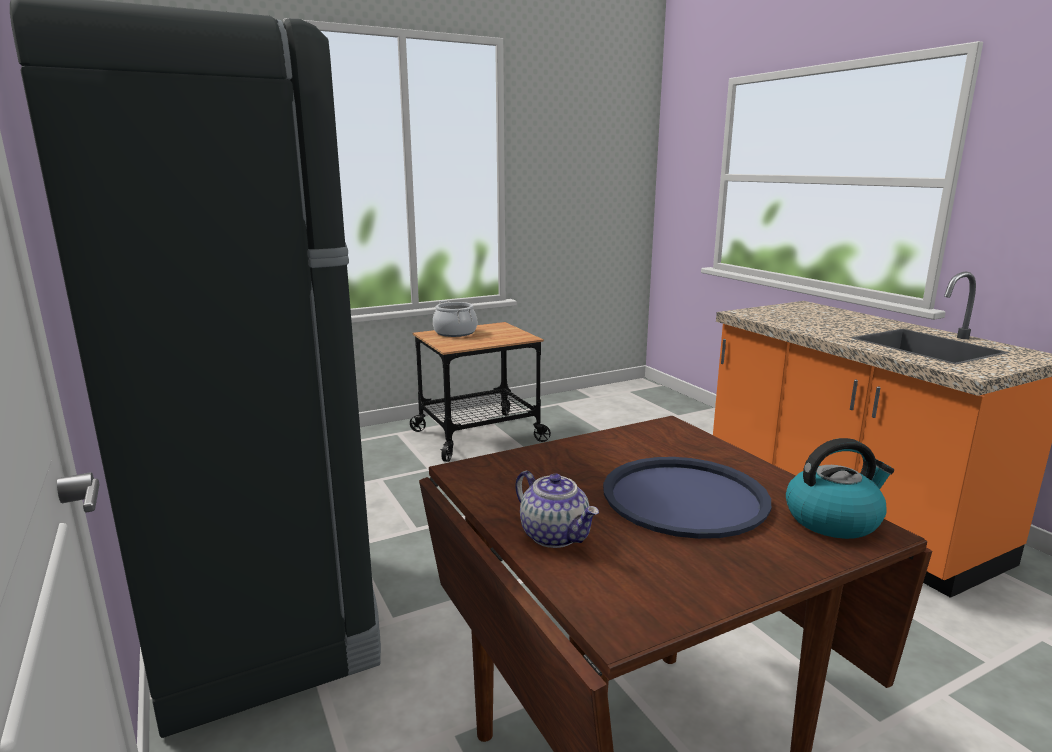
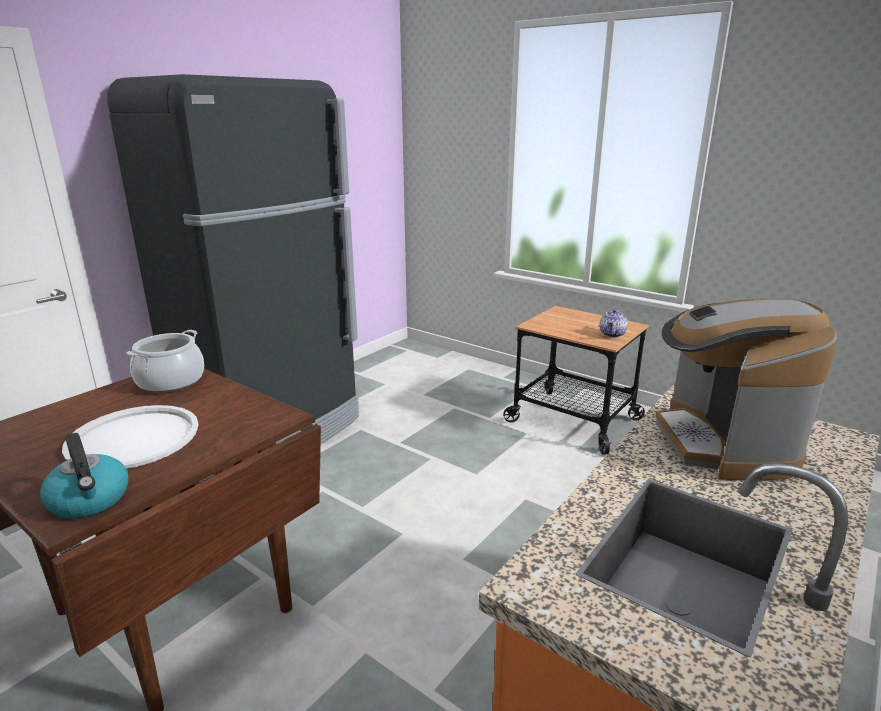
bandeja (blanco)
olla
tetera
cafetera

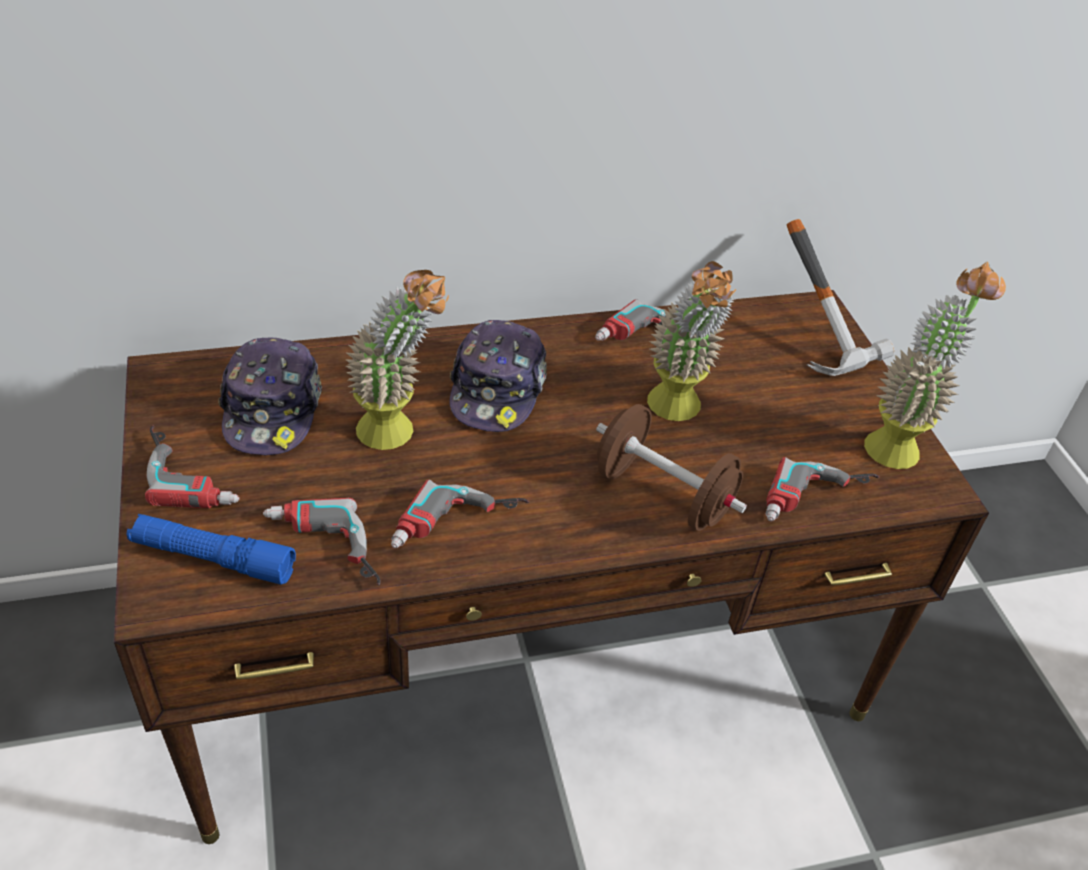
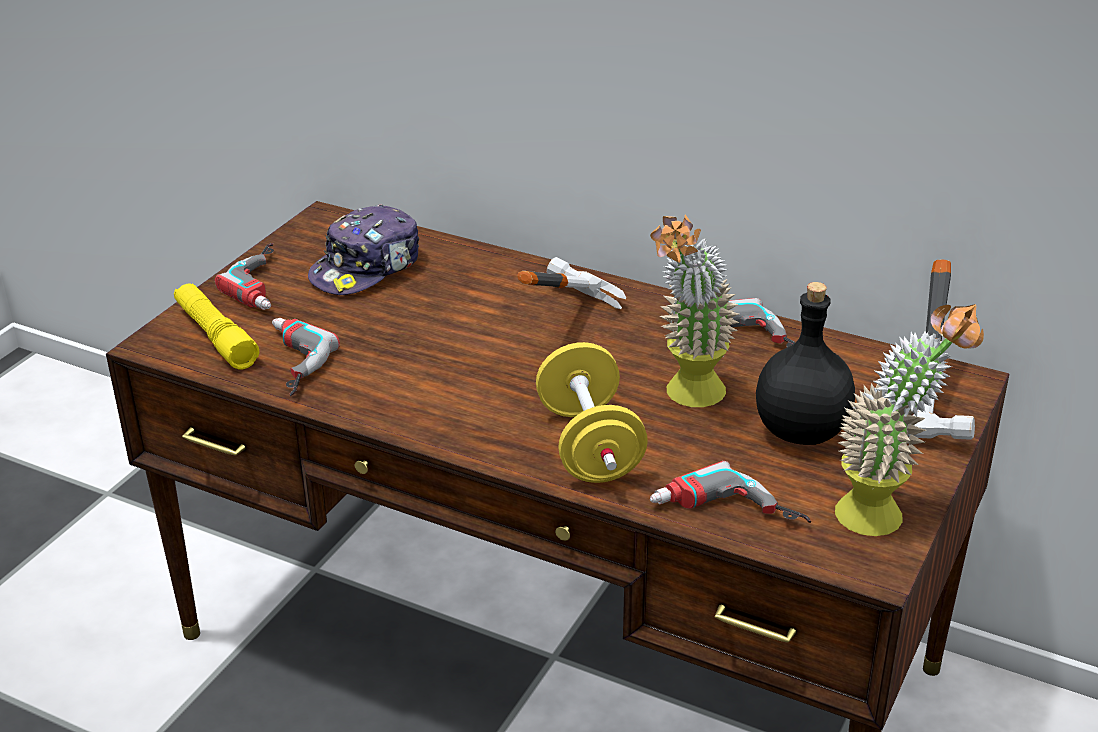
linterna (amarillo)
martillo (1st from left)
mancuerna (amarillo)
botella (negro)
planta en maceta (1st from left in the first image)
taladro (3rd from left in the first image)

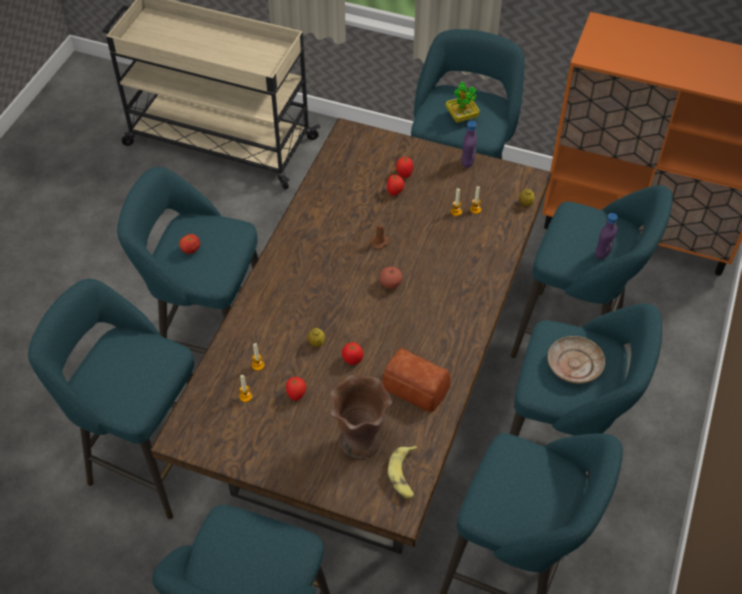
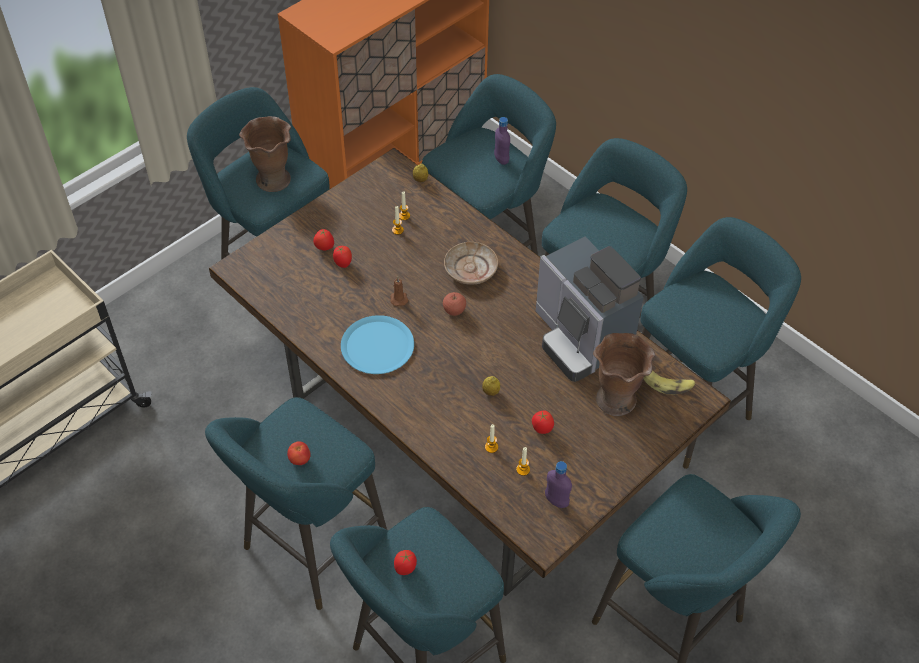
florero (marrón) (1st from left)
plato (azul)
tomate (4th from left)
plato (beis)
cafetera
botella (morado) (2nd from left)

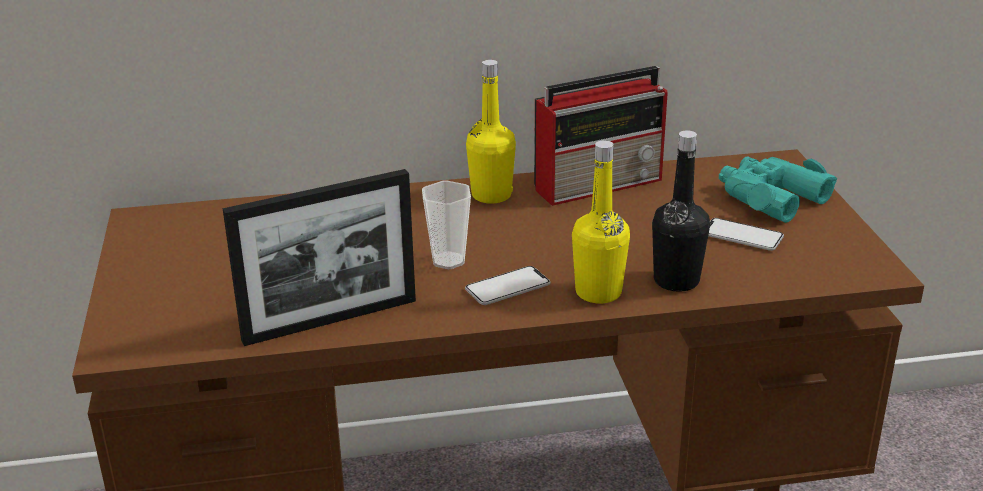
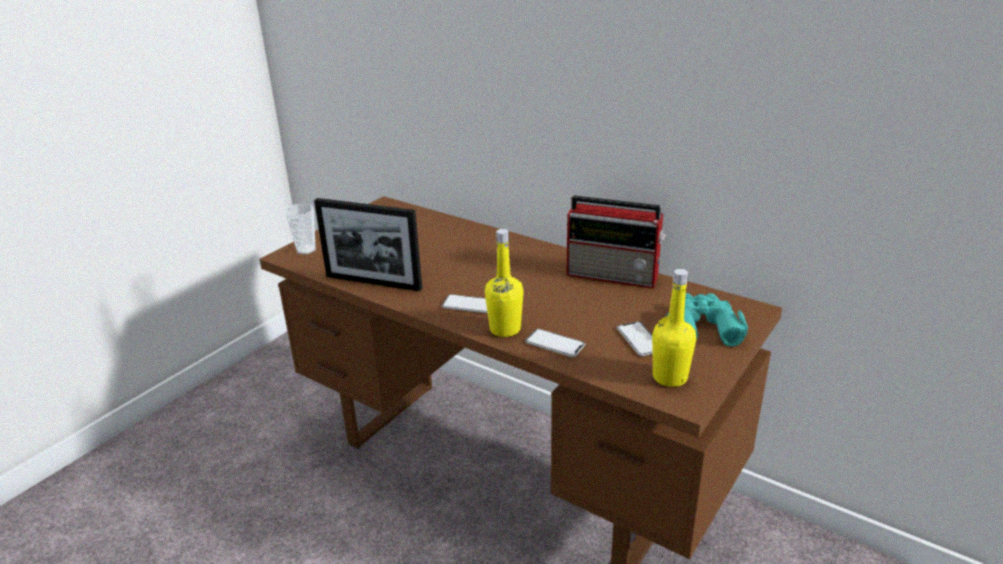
taza
móvil (2nd from left)
botella (amarillo) (2nd from left)

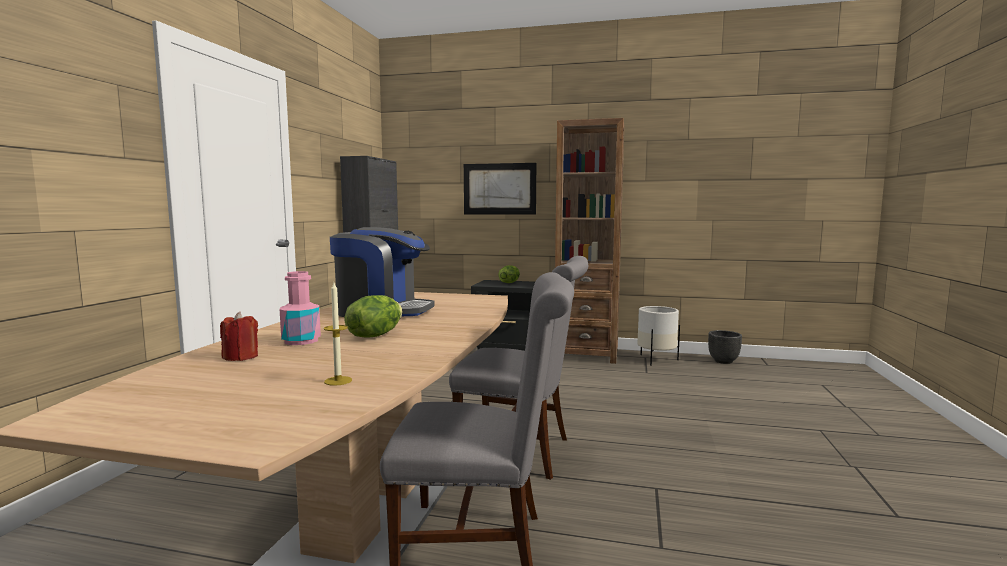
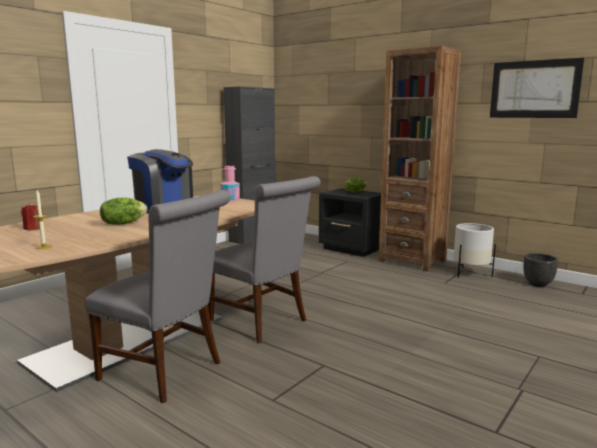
botella (rosa)
cuadro

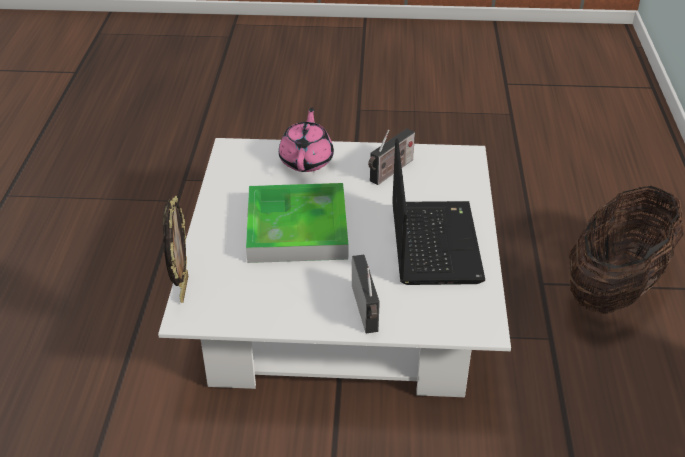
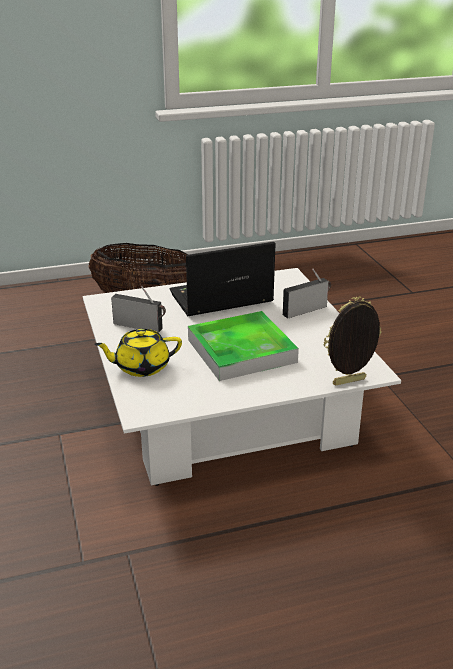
tetera (amarillo)

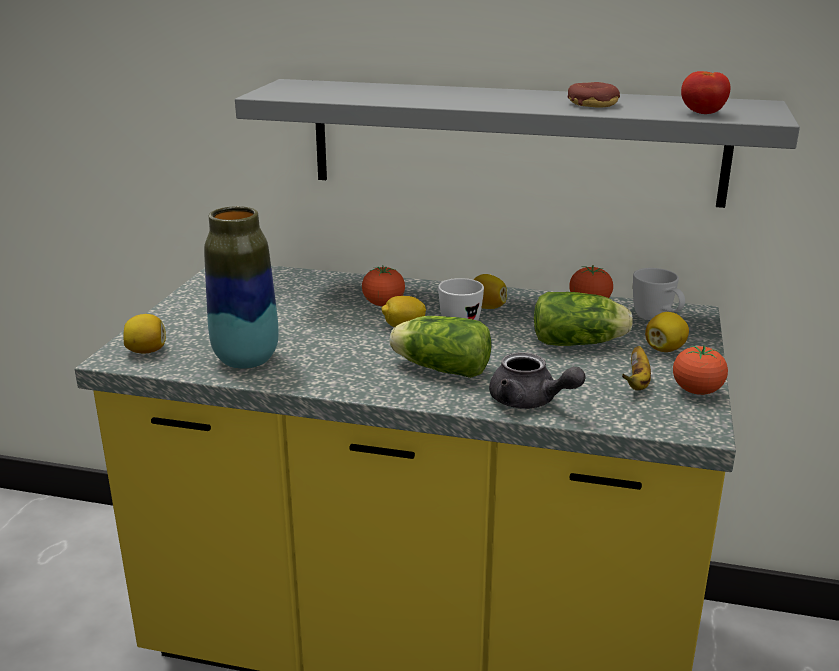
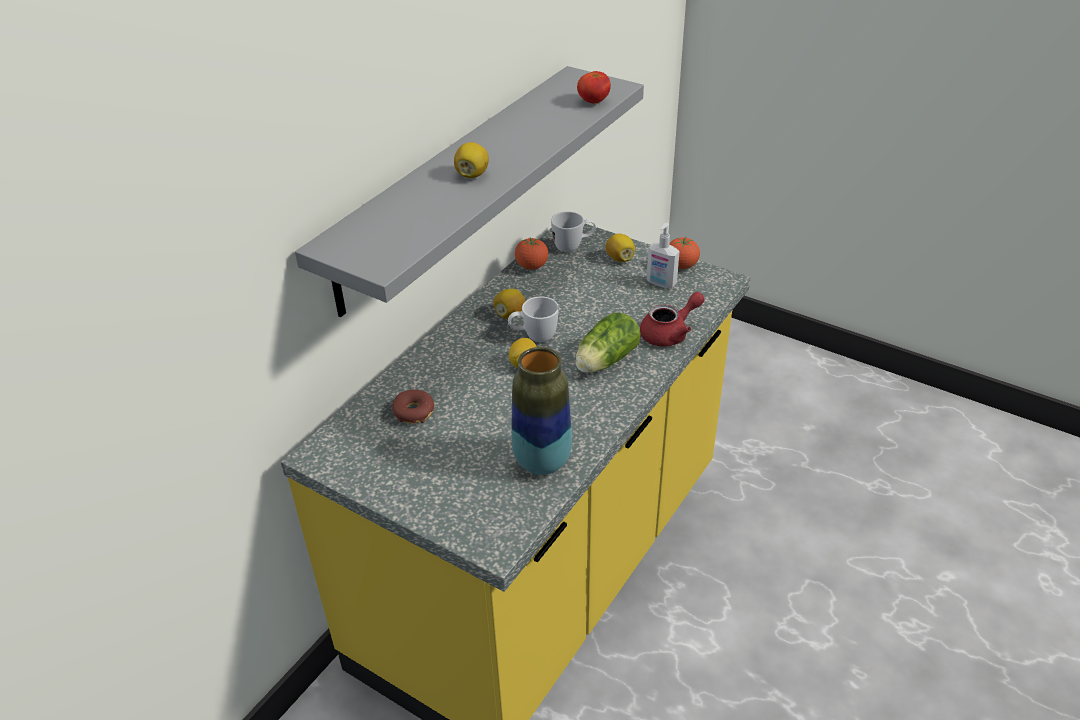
rosquilla
limón (1st from left)
tetera (rojo)
dispensador de jabón
tomate (1st from left in the first image)
lechuga (2nd from left in the first image)

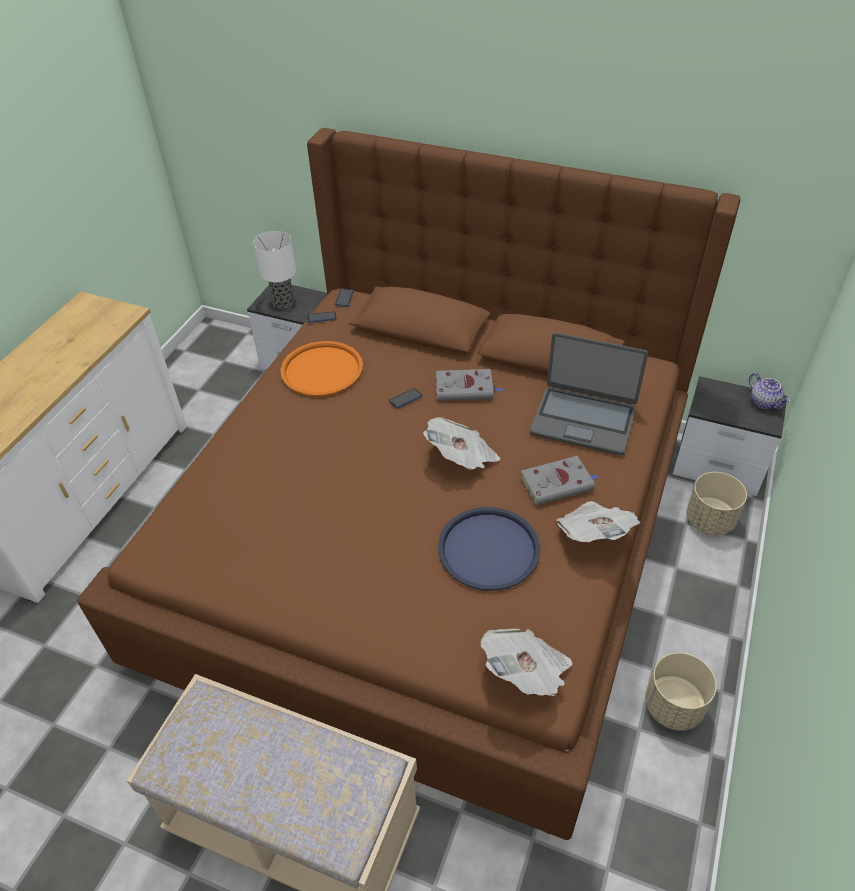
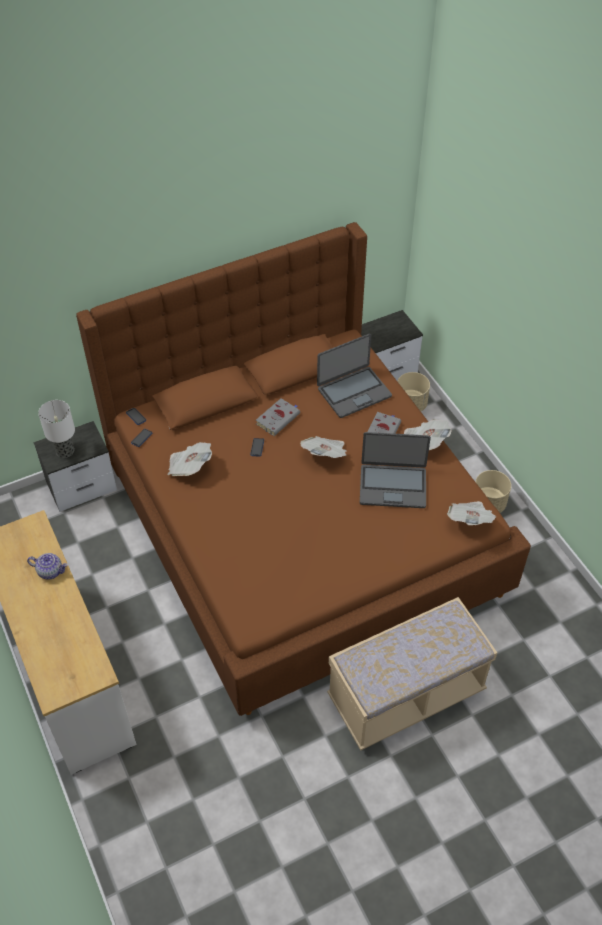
tetera
periódico (1st from left)
portátil (2nd from left)

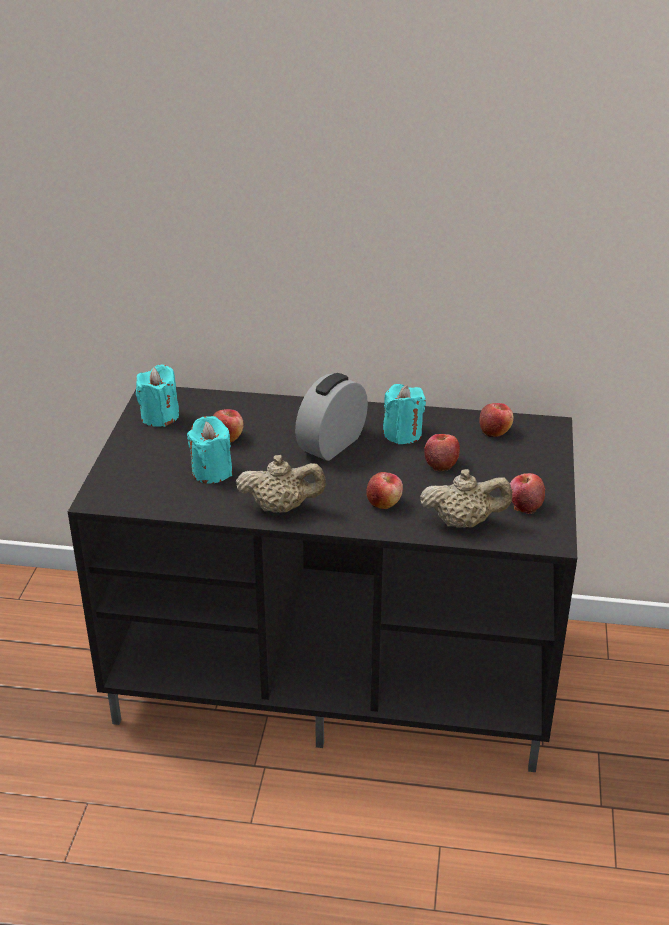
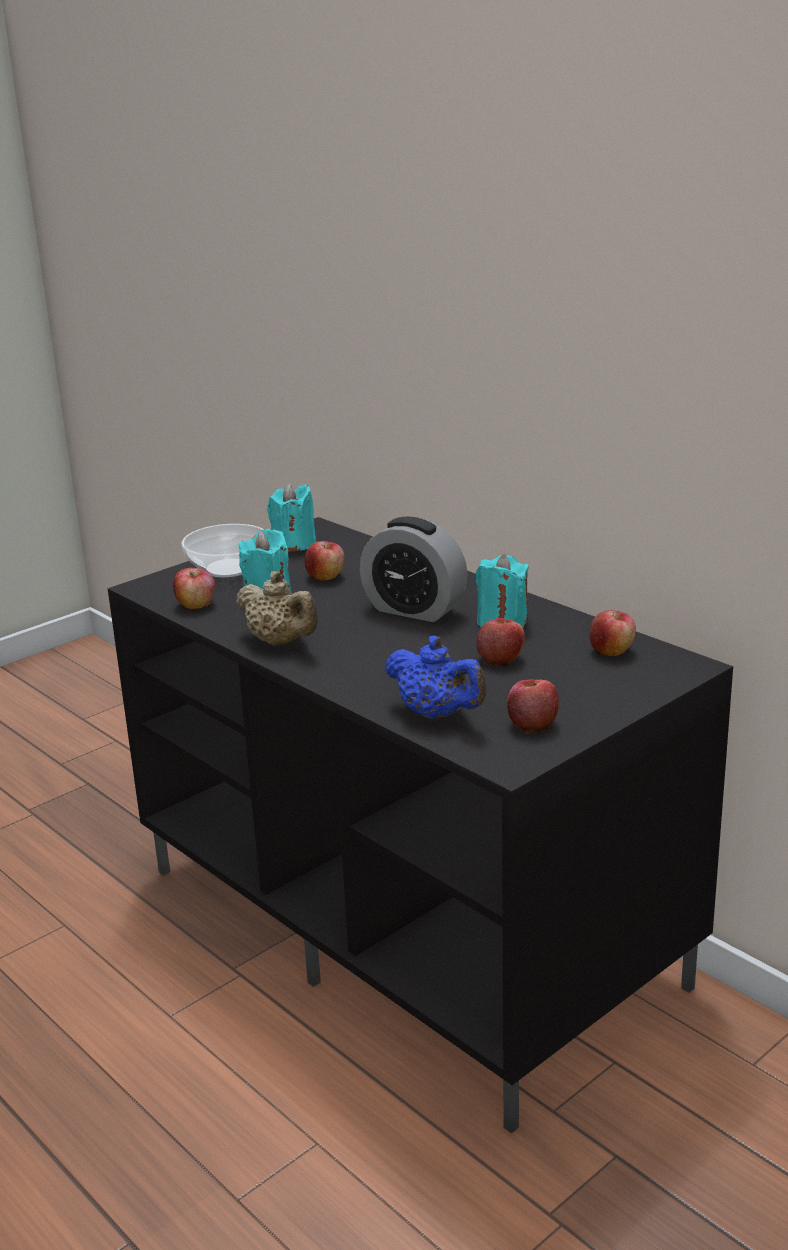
manzana (1st from left)
cuenco
despertador
tetera (azul)

